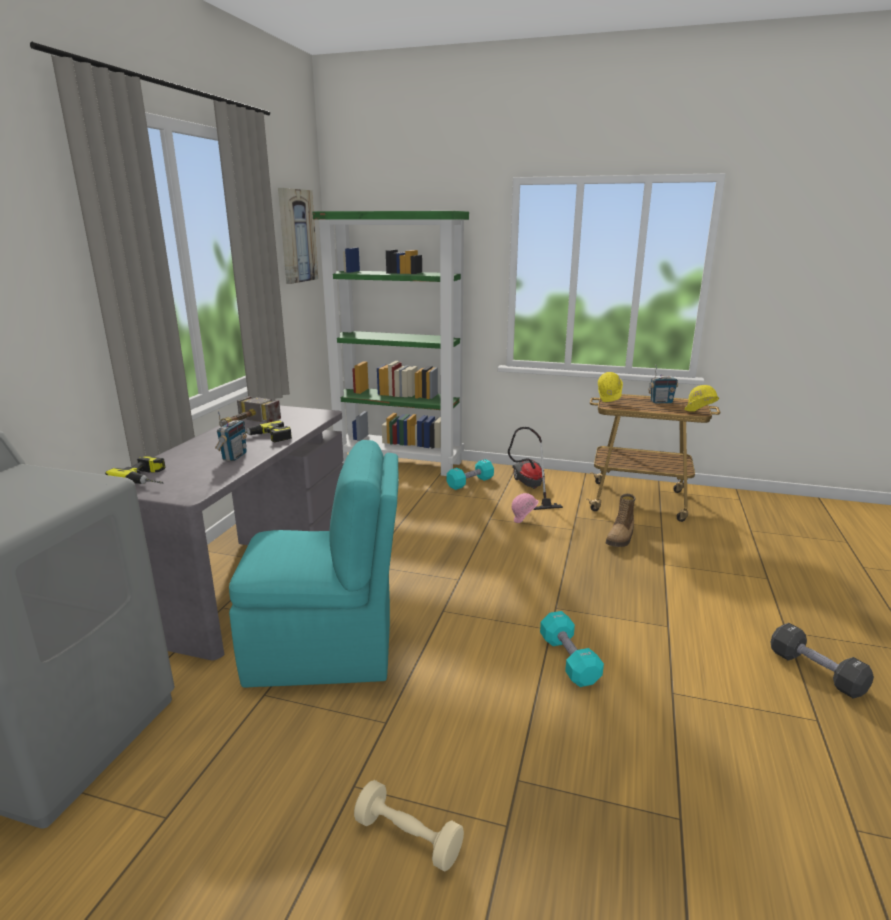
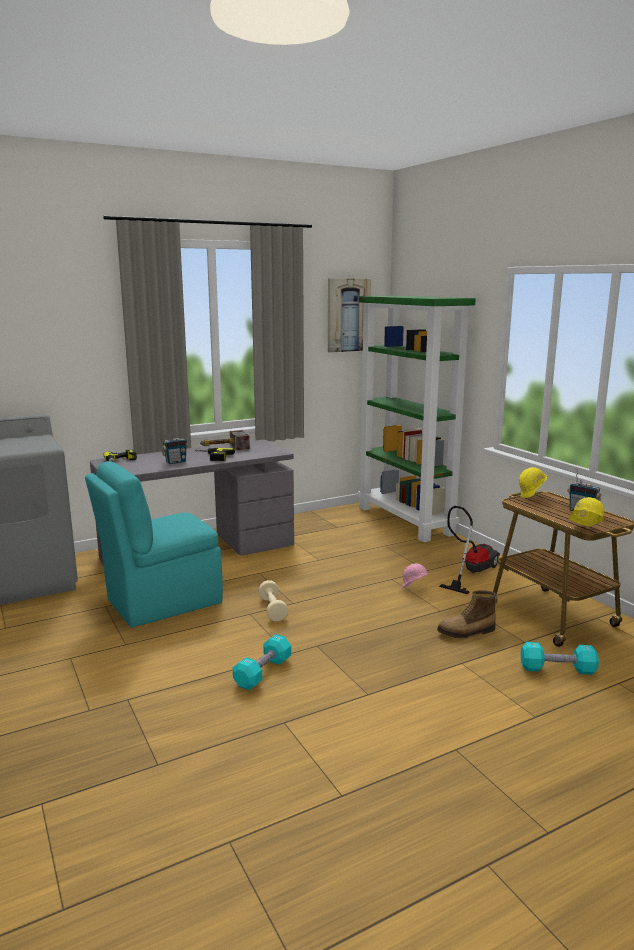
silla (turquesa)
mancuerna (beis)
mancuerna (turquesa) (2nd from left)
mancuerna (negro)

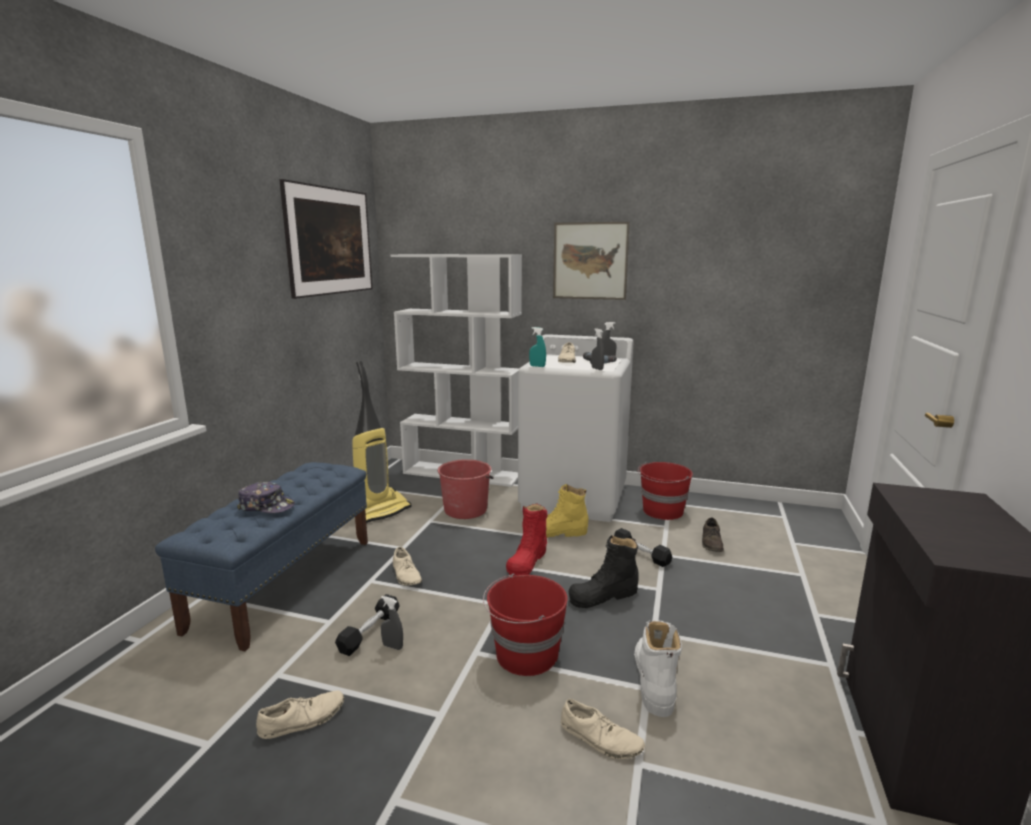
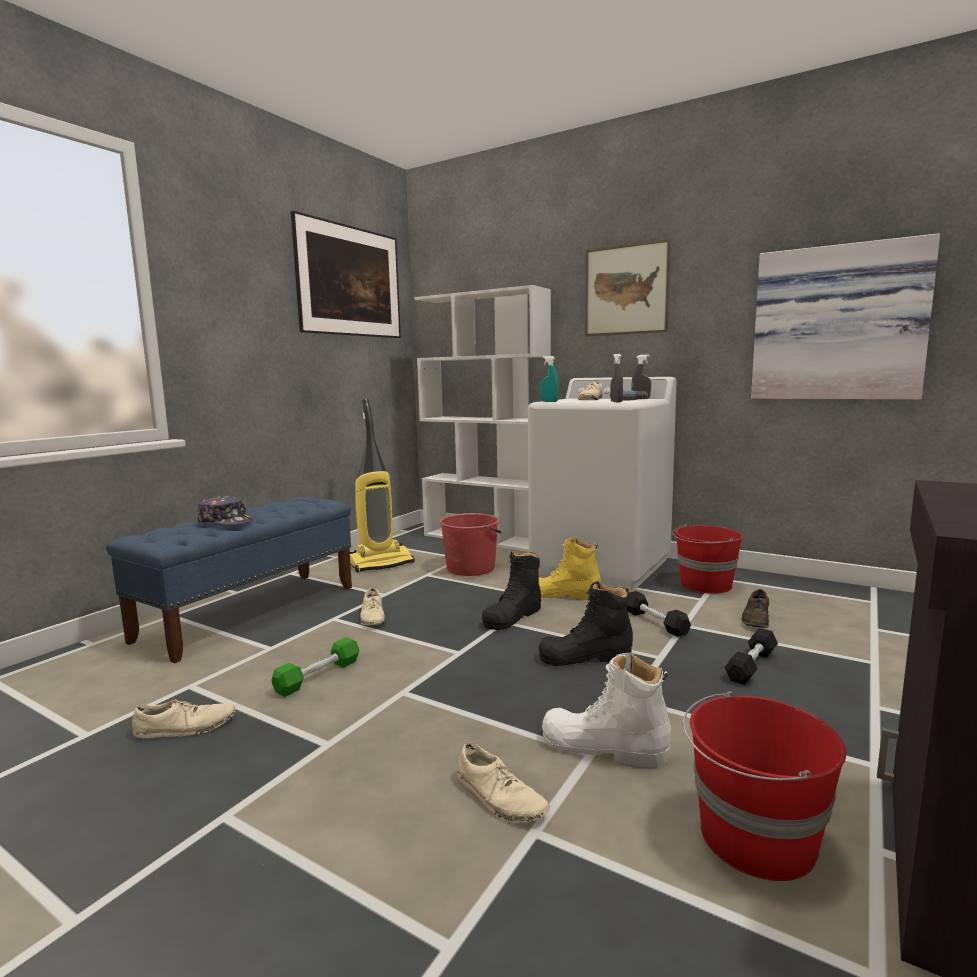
mancuerna (verde)
bota (negro) (1st from left)
bota (blanco)
cubo (rojo) (3rd from left)
mancuerna (negro) (2nd from left)
cuadro (3rd from left)

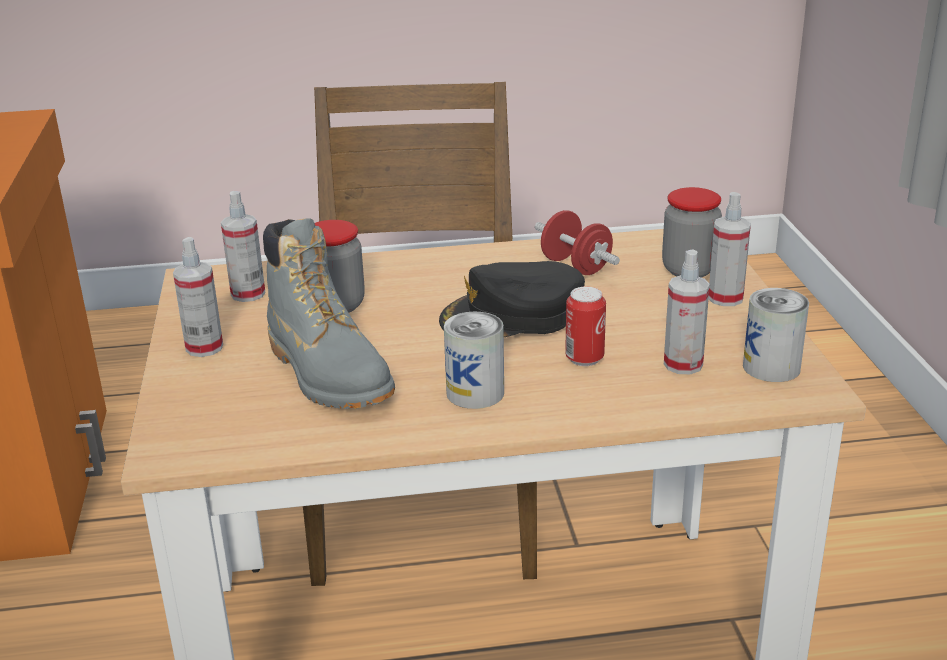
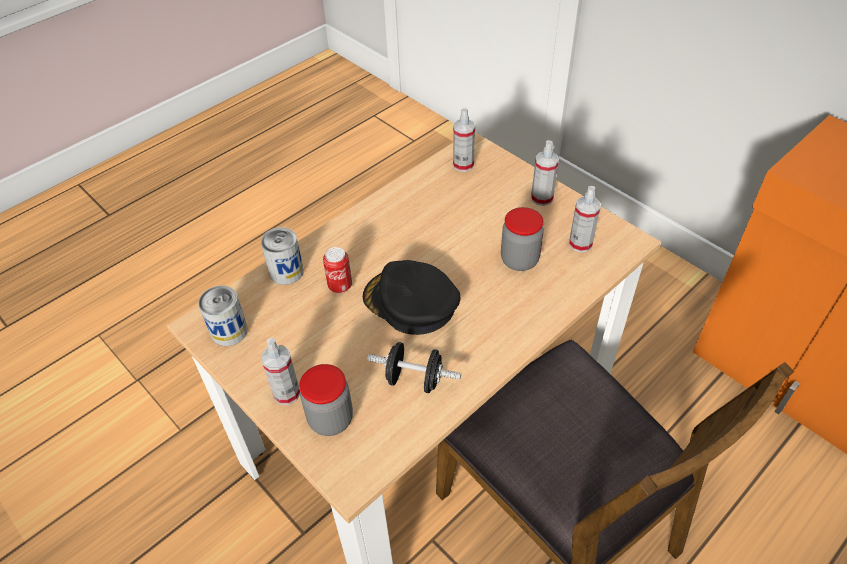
lata (2nd from left)
gorra (negro)
mancuerna (negro)
pulverizador (2nd from left)
bota (gris)

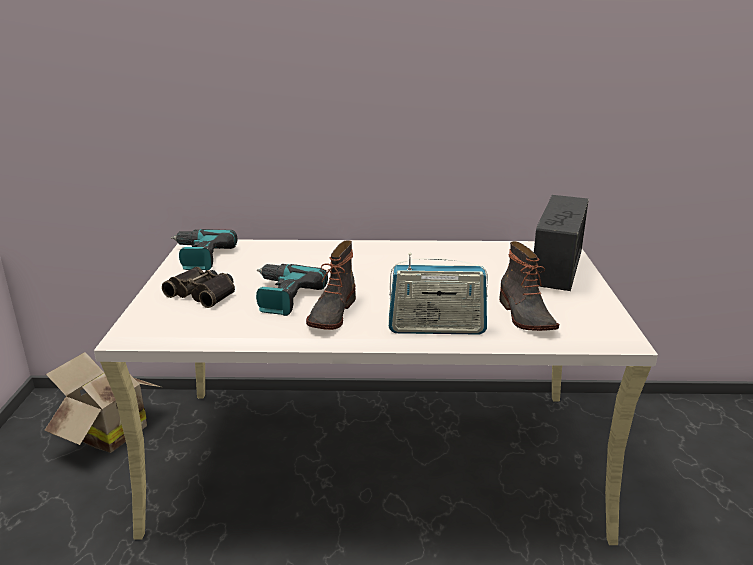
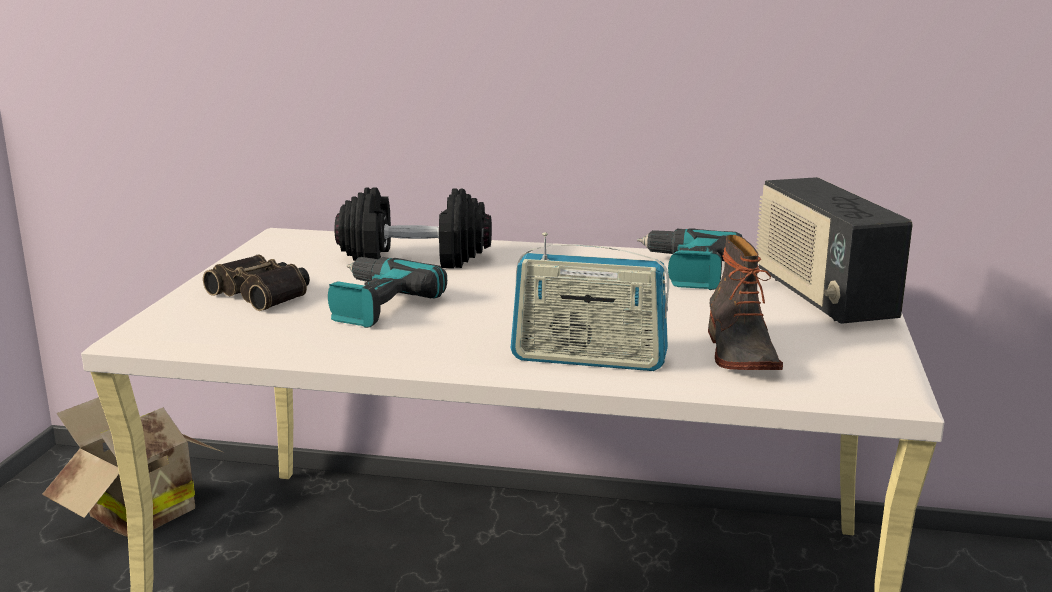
mancuerna (negro)
taladro (2nd from left)
radio (2nd from left)
bota (1st from left in the first image)

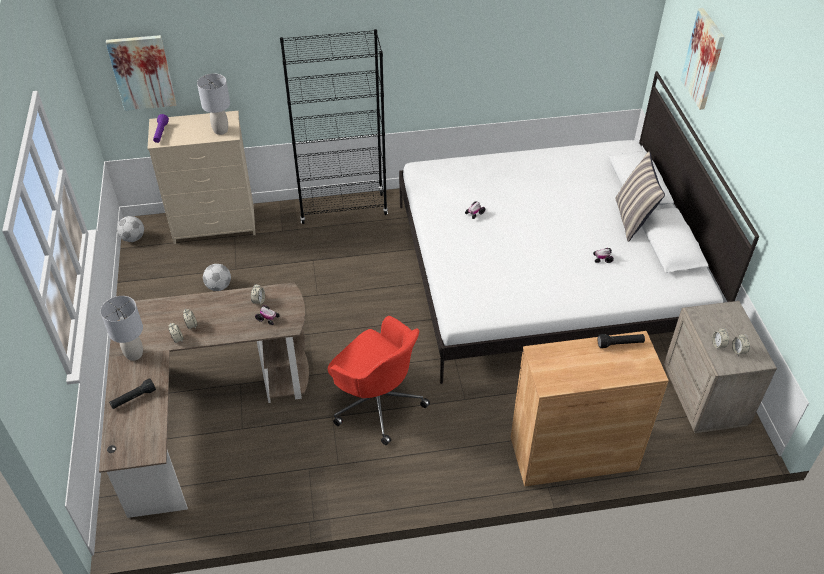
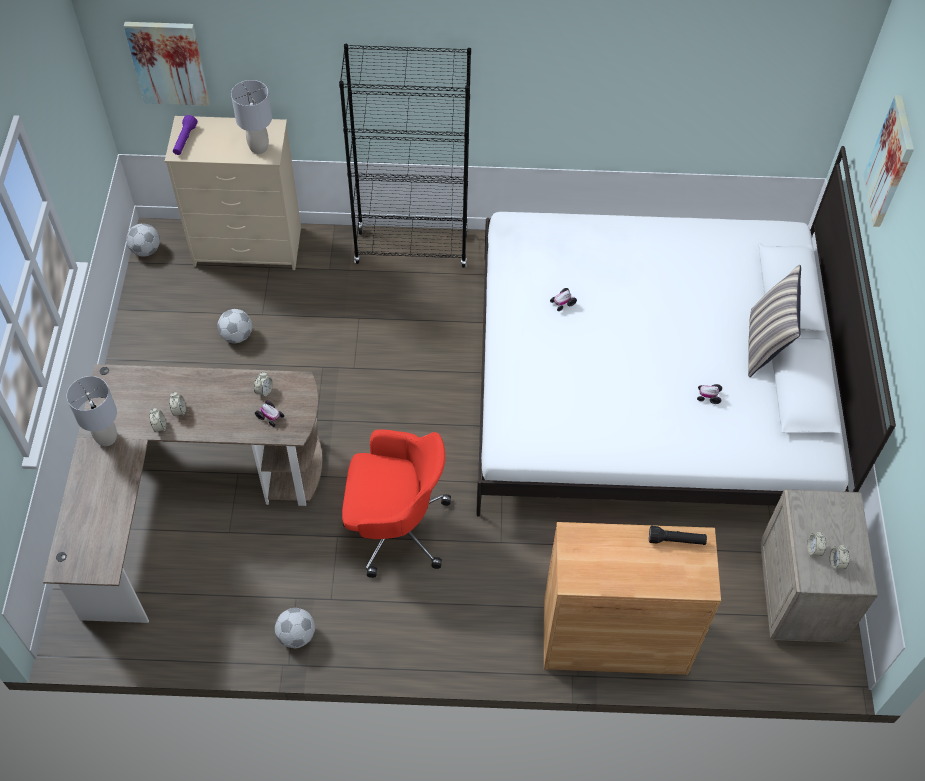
balón de fútbol (3rd from left)
silla de oficina (rojo)
linterna (negro) (1st from left in the first image)

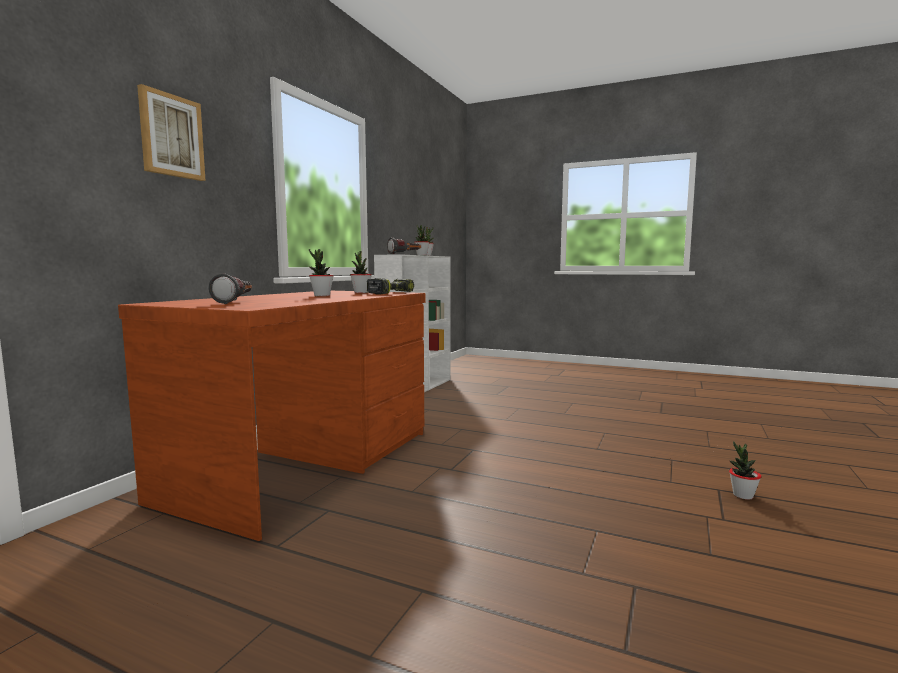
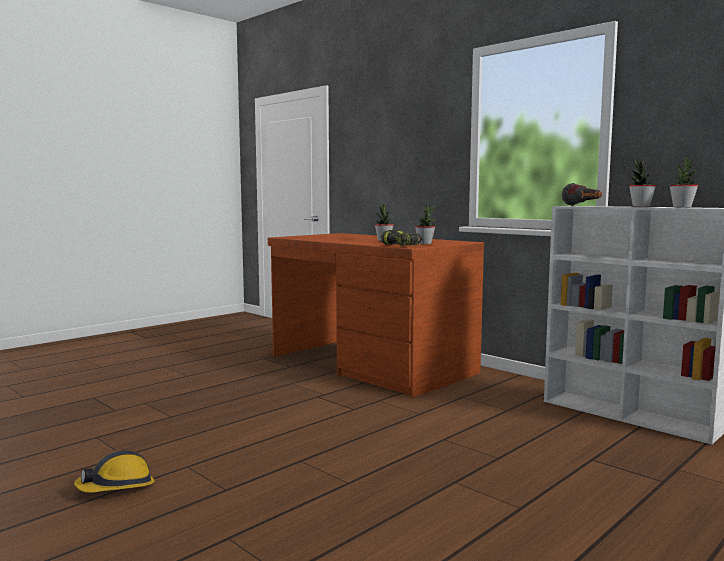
casco
cuadro
linterna (1st from left in the first image)

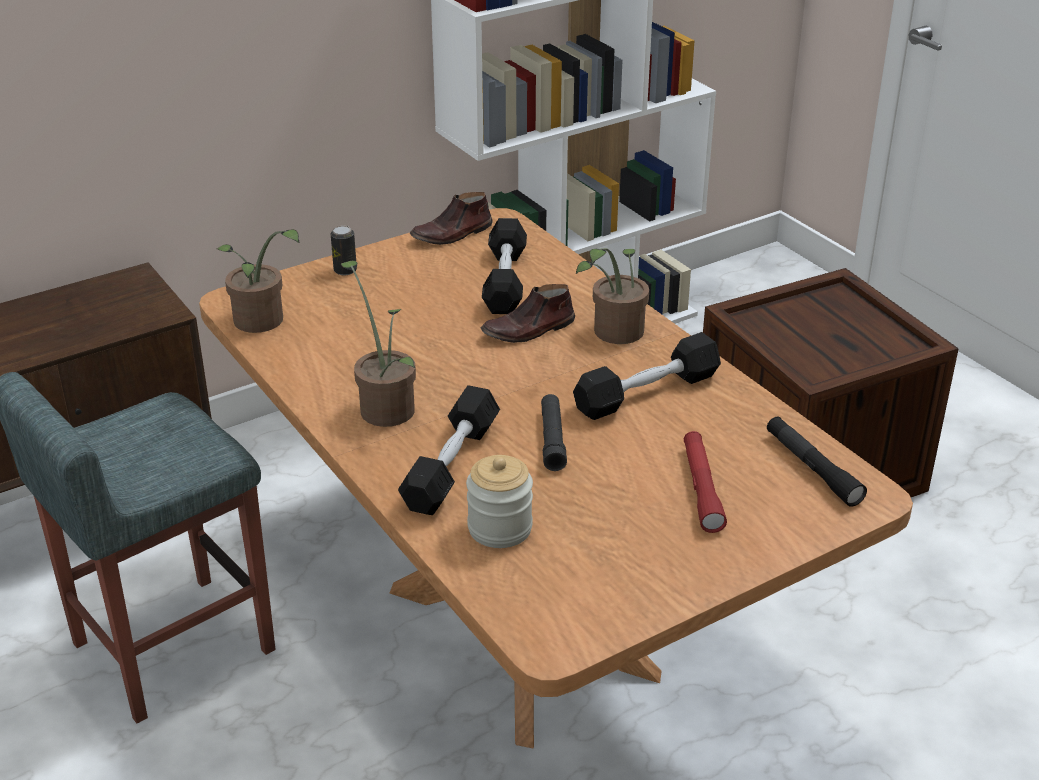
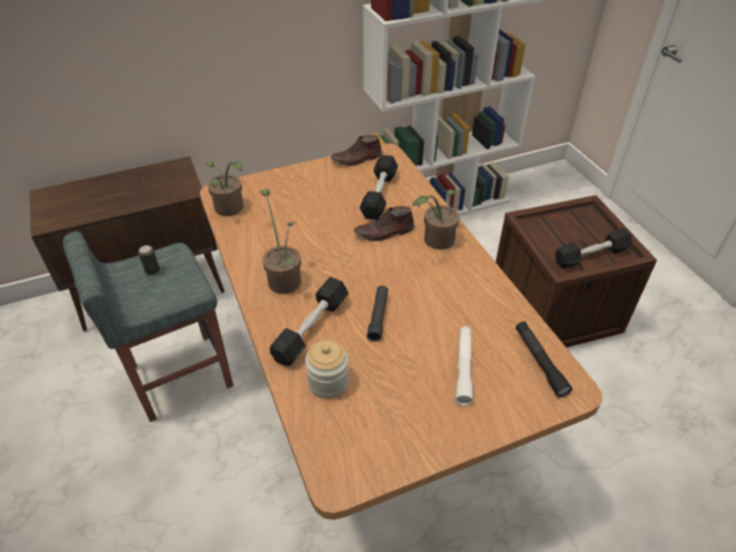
lata
linterna (blanco)
mancuerna (negro) (3rd from left)

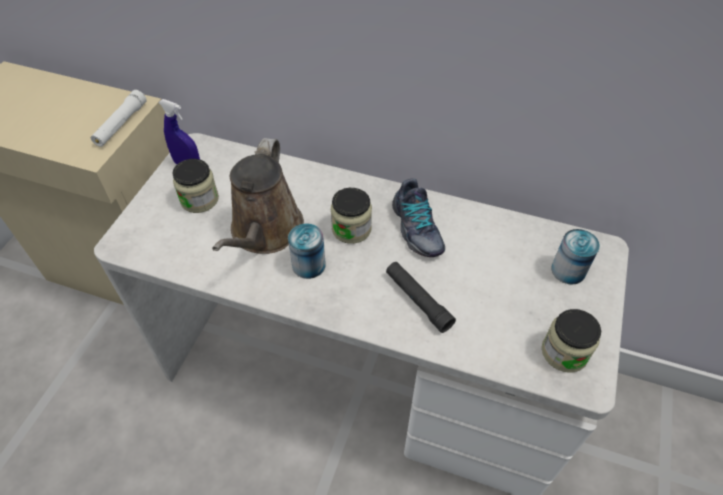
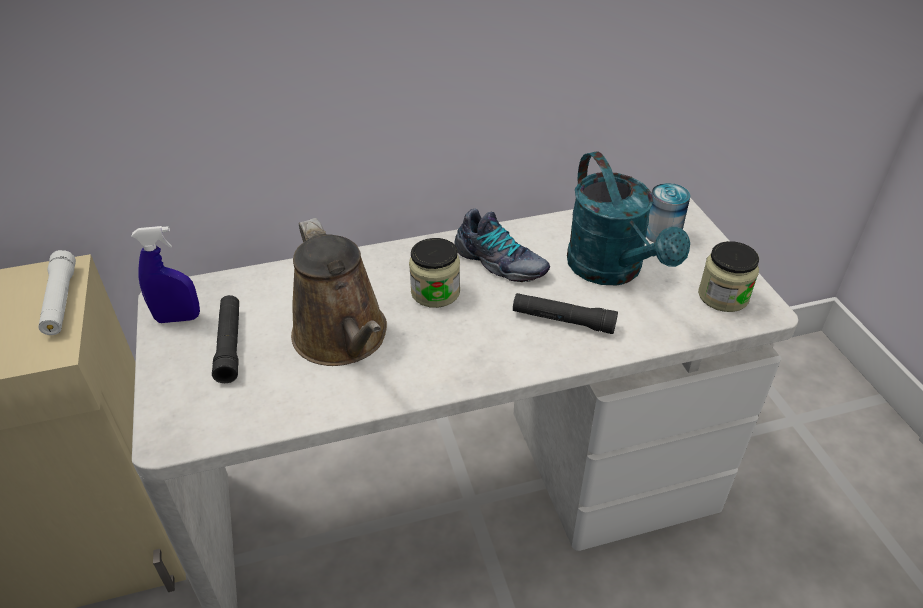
linterna (negro) (1st from left)
regadera (turquesa)
lata (1st from left in the first image)

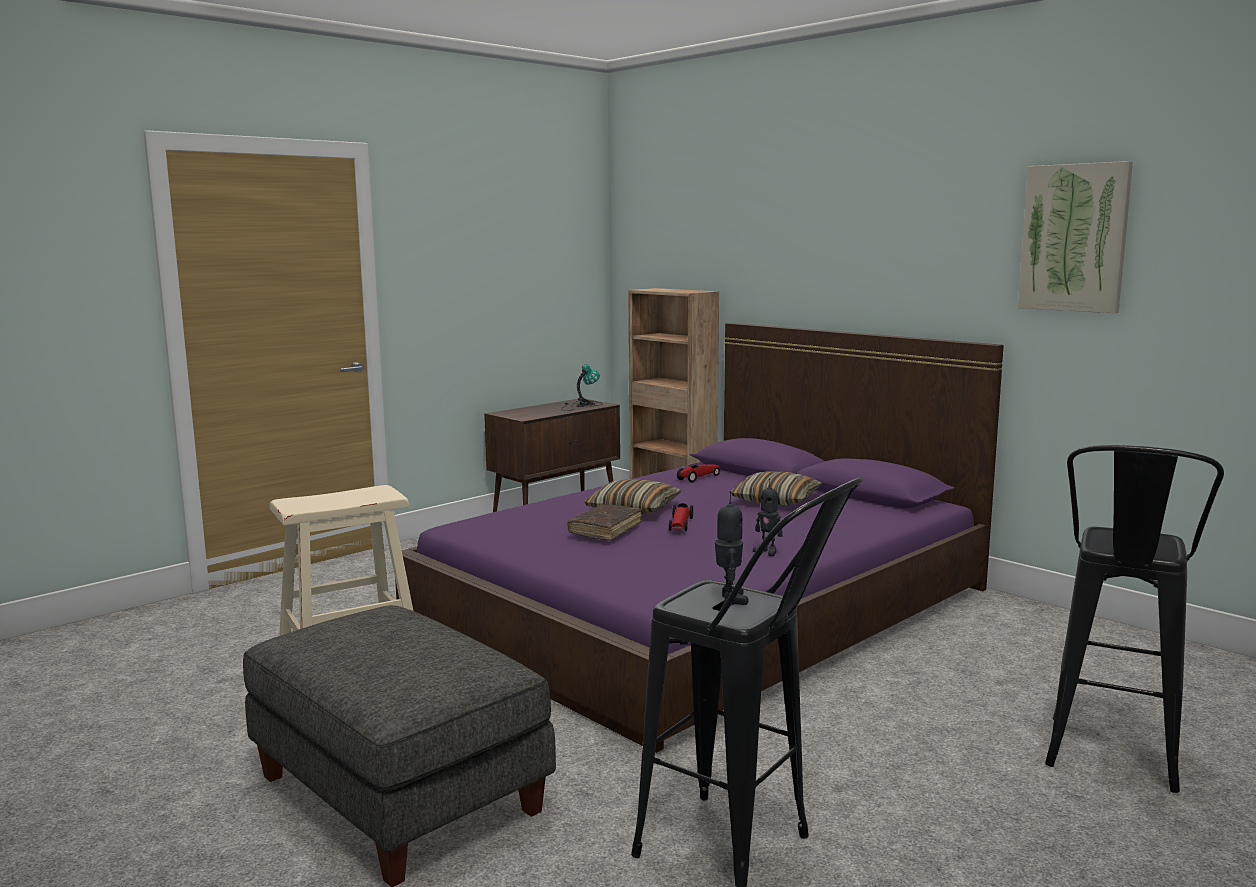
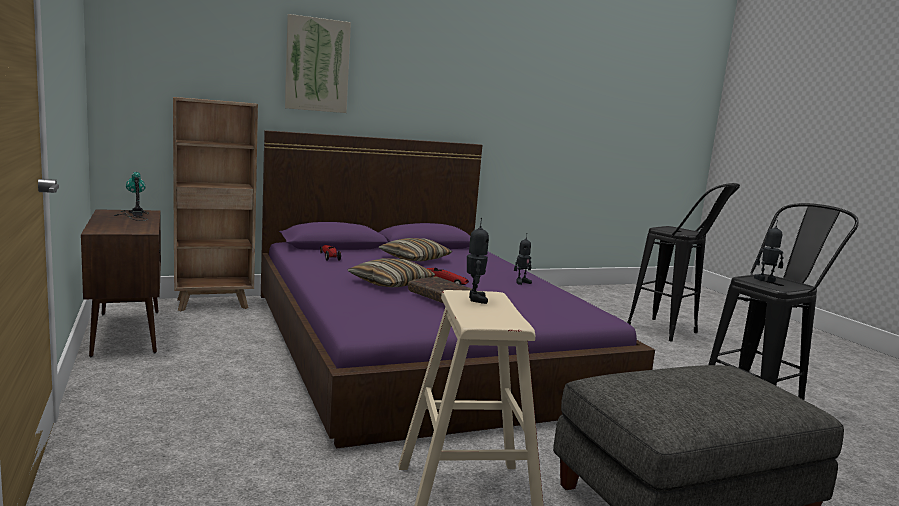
cuadro
robot de juguete (1st from left)

